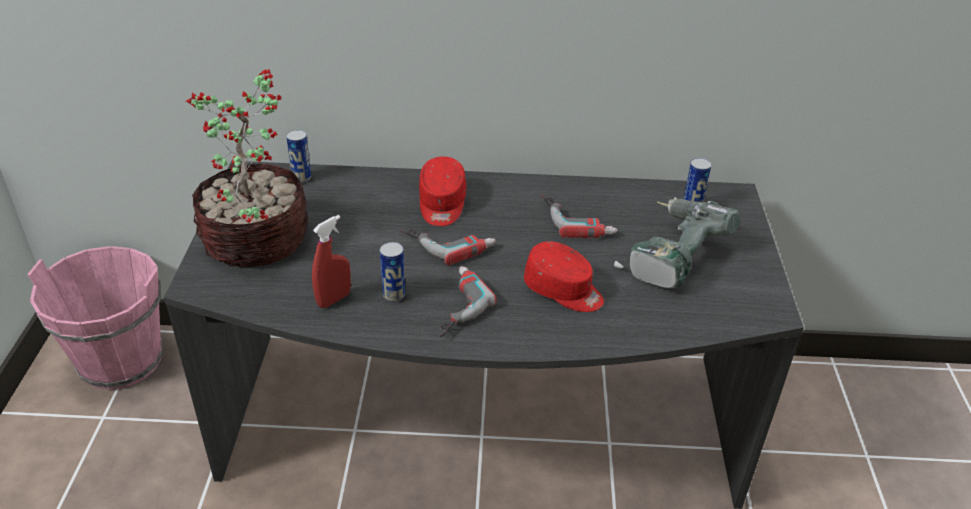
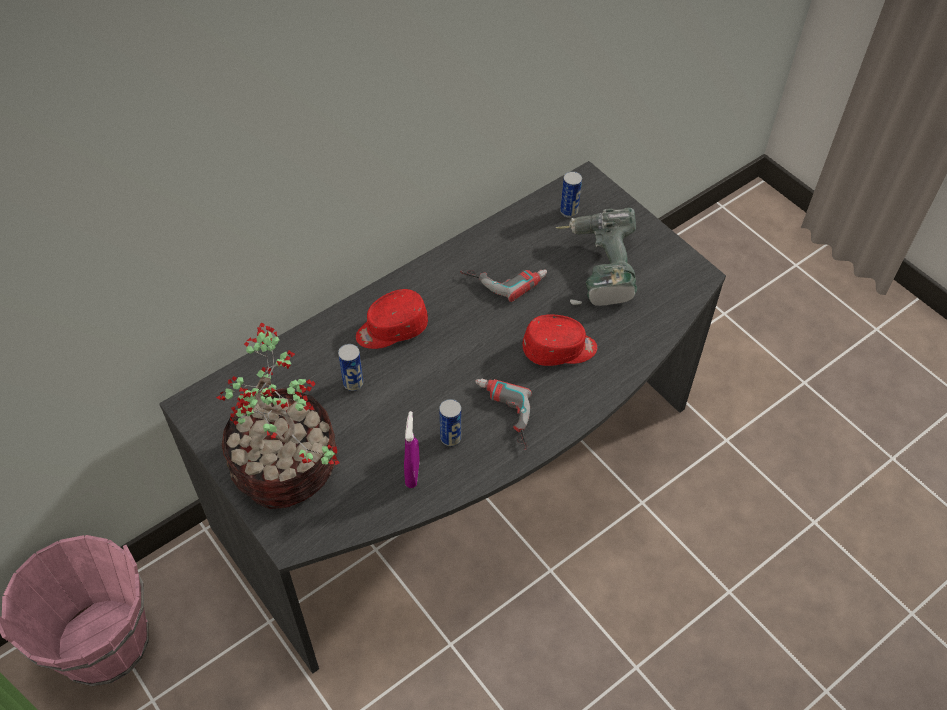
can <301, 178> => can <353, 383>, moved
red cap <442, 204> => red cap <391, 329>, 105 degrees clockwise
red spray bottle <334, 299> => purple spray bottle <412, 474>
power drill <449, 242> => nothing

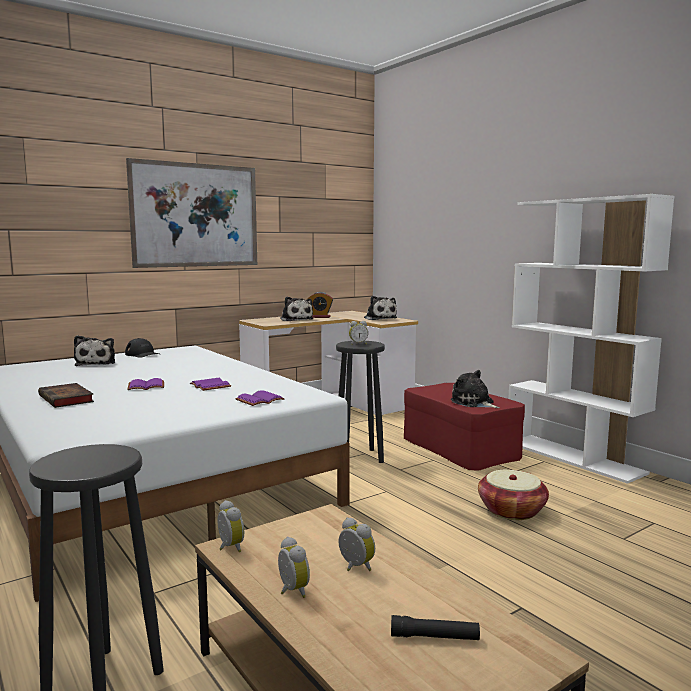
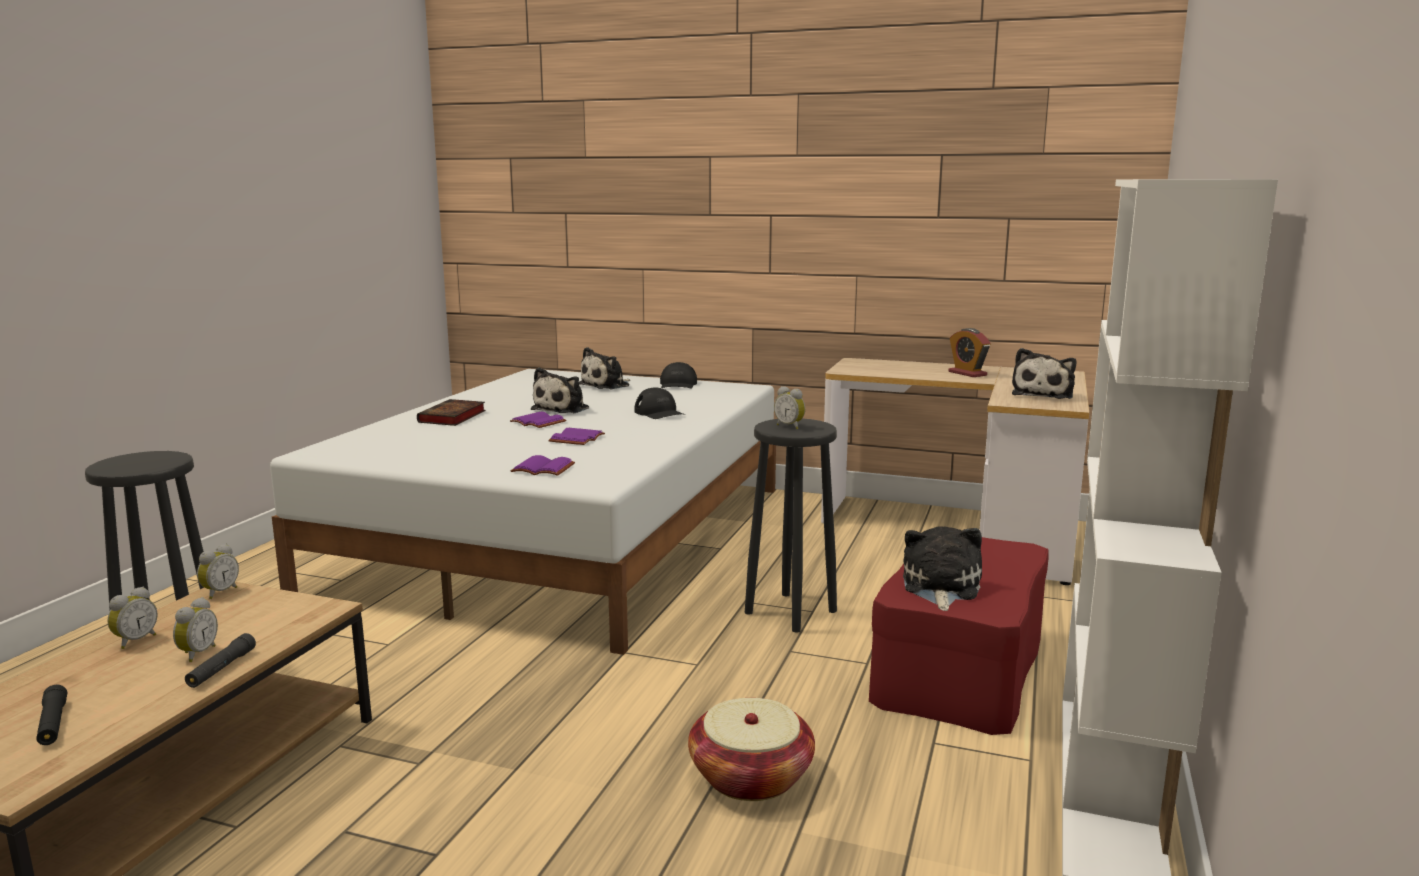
picture <196, 215> => nothing
plush toy <296, 319> => plush toy <563, 409>, moved
nothing => black cap <659, 413>
nothing => black flashlight <221, 669>

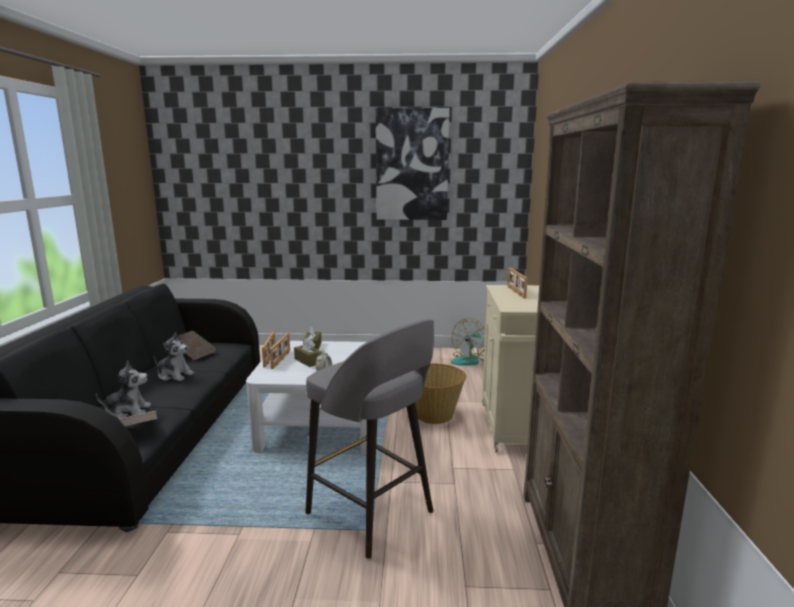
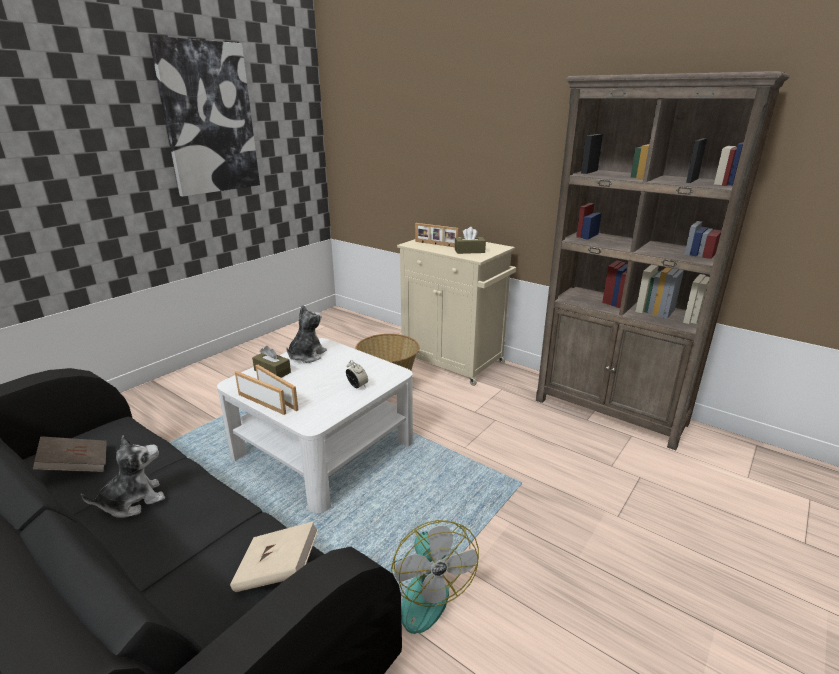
fan <469, 360> => fan <419, 591>, moved
grey stool <372, 514> => nothing
brown tissue box <308, 361> => brown tissue box <469, 251>, moved
plush toy <128, 411> => plush toy <306, 356>, moved

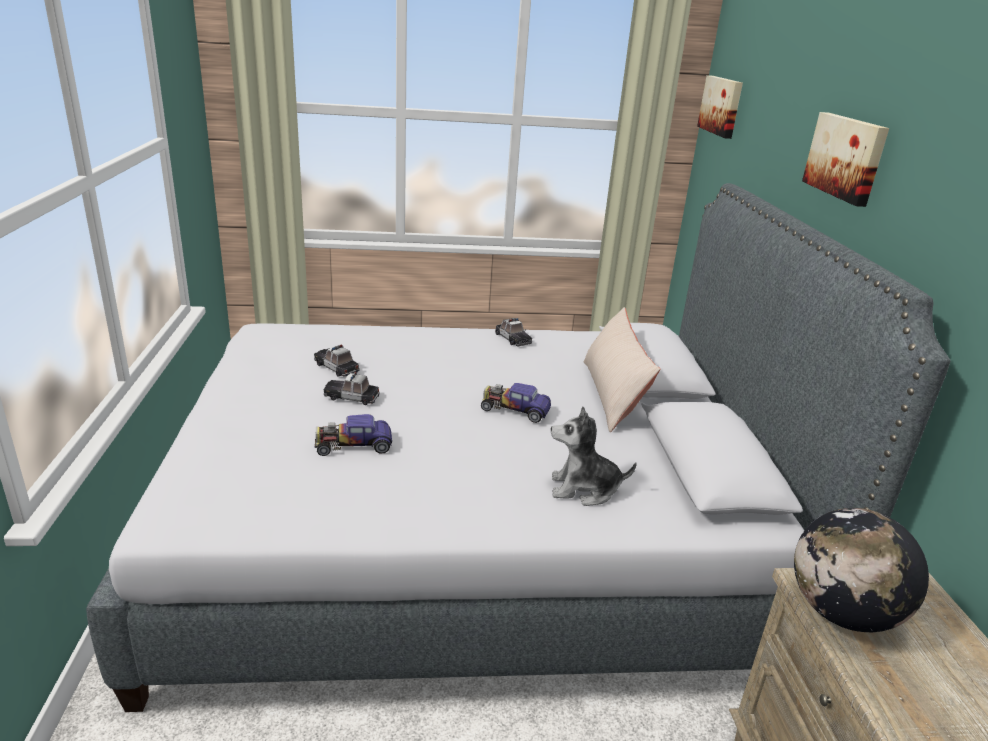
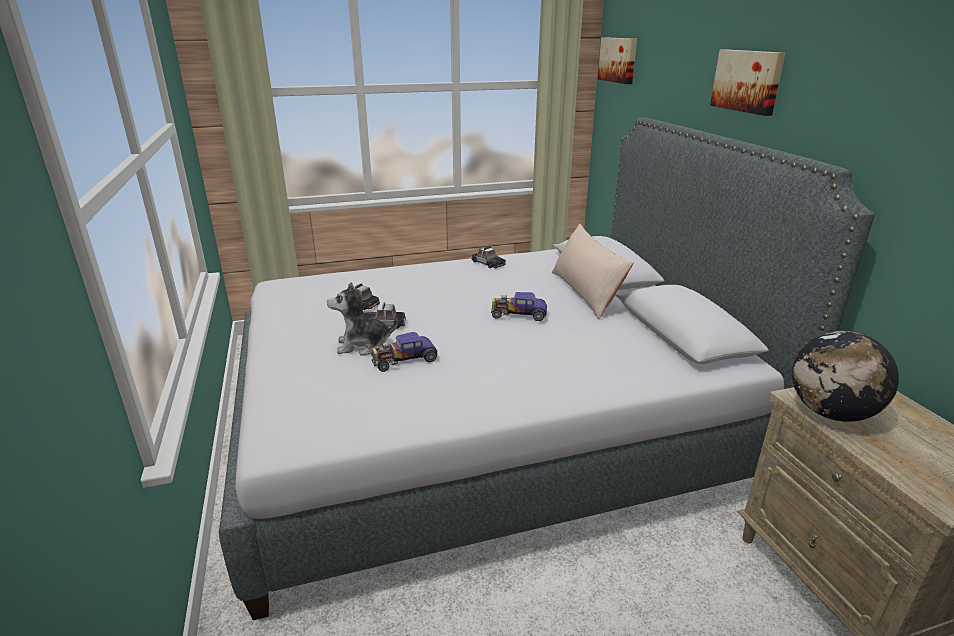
plush toy <584, 489> => plush toy <363, 345>, moved

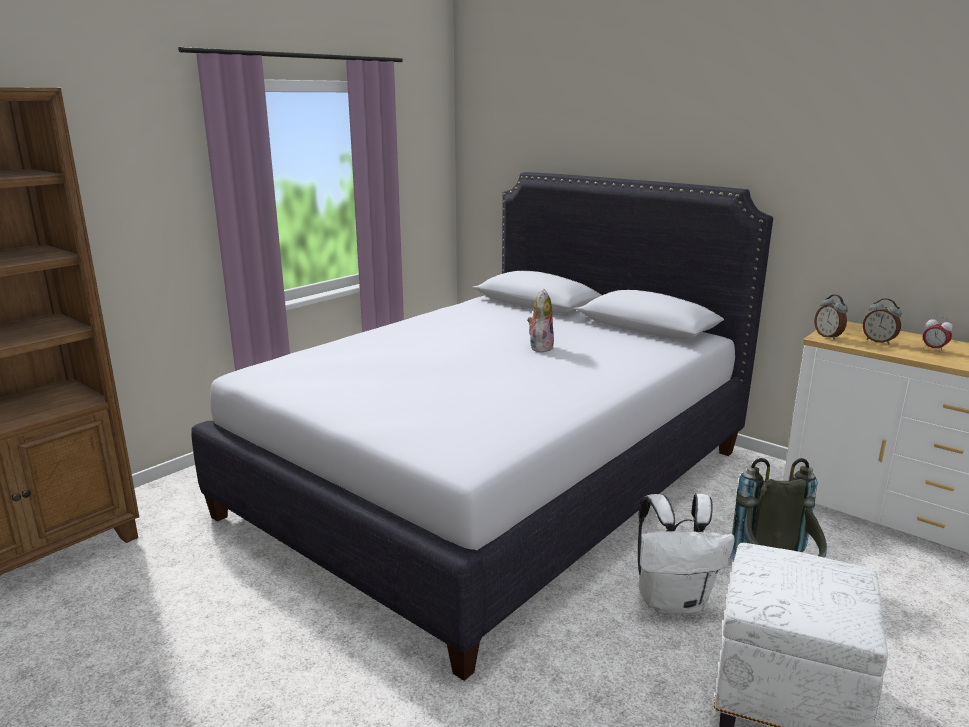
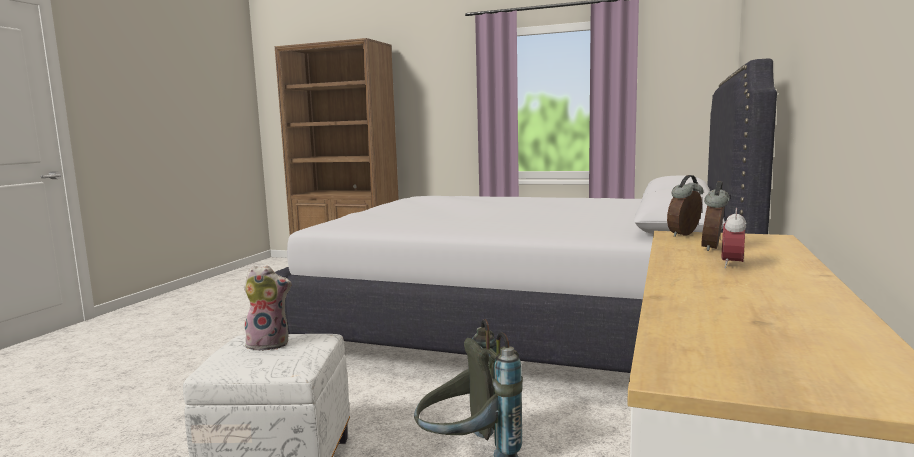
plush toy <540, 347> => plush toy <270, 344>, moved
white backpack <673, 601> => nothing

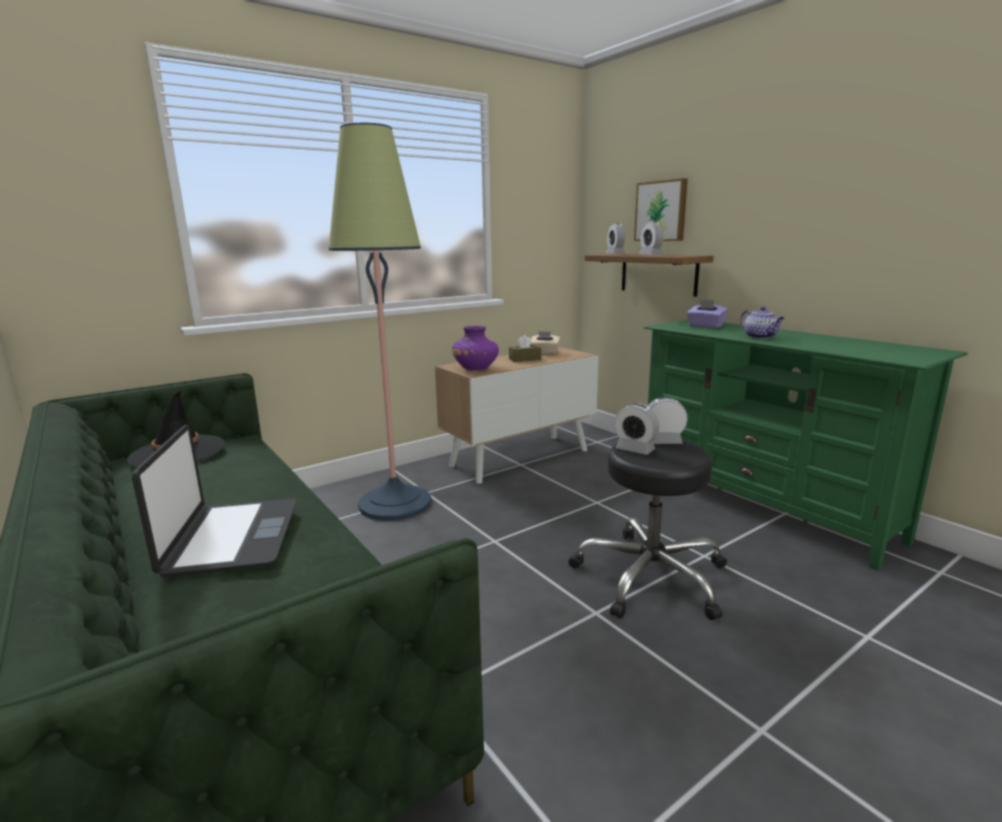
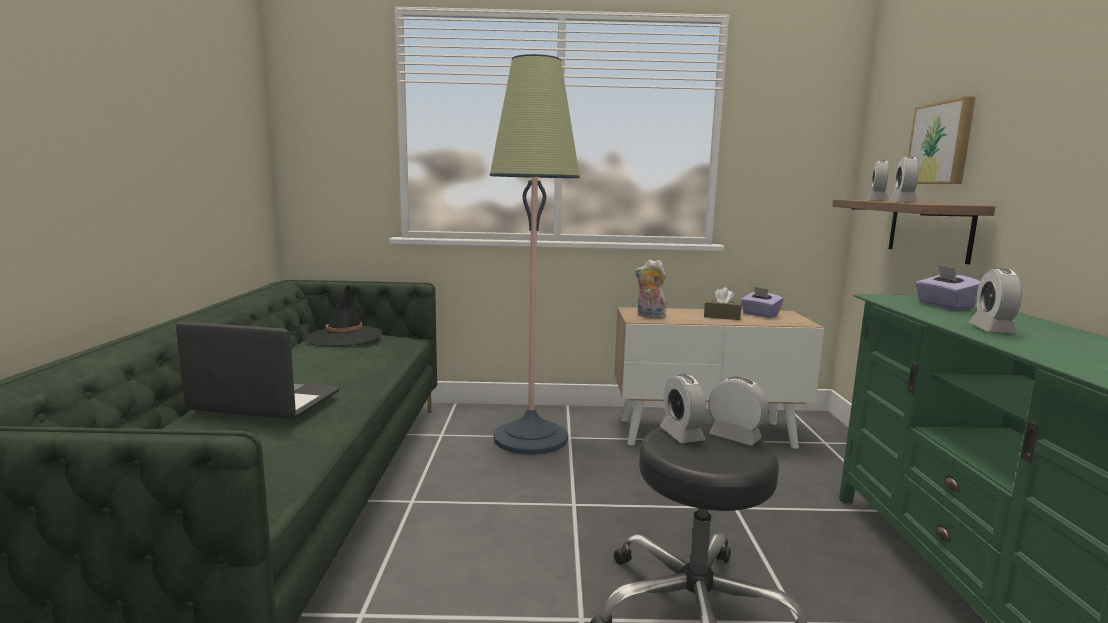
teapot <760, 337> => alarm clock <992, 329>
purple vase <476, 369> => plush toy <649, 316>
beige tissue box <544, 353> => purple tissue box <760, 314>
laptop <231, 538> => laptop <265, 402>, 105 degrees counterclockwise

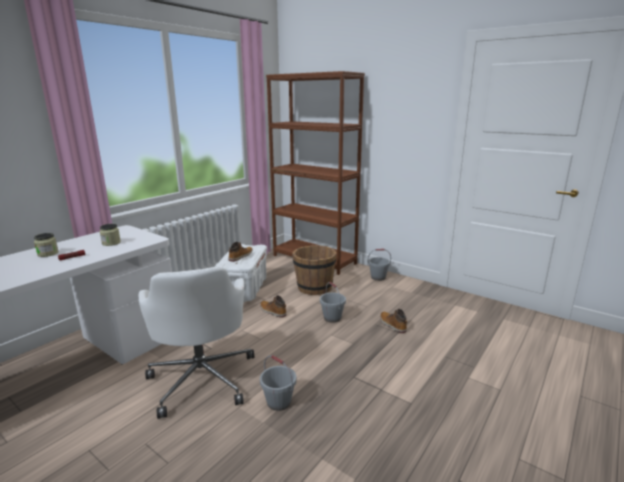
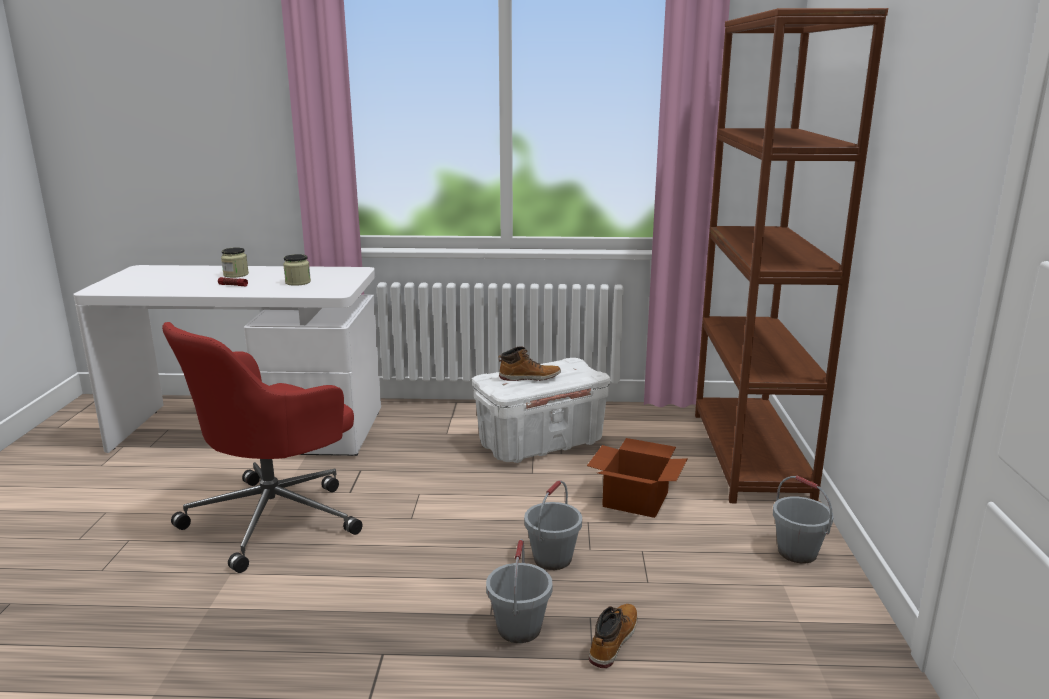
brown bucket <314, 288> => cardboard box <637, 499>
white office chair <202, 378> => red office chair <276, 517>
boot <272, 311> => nothing
grey bucket <279, 402> => grey bucket <519, 629>, moved

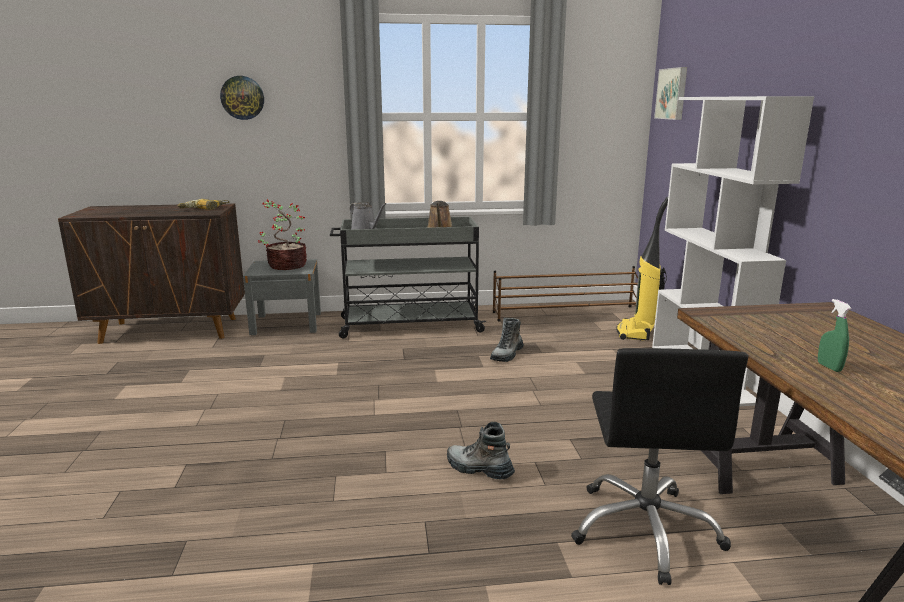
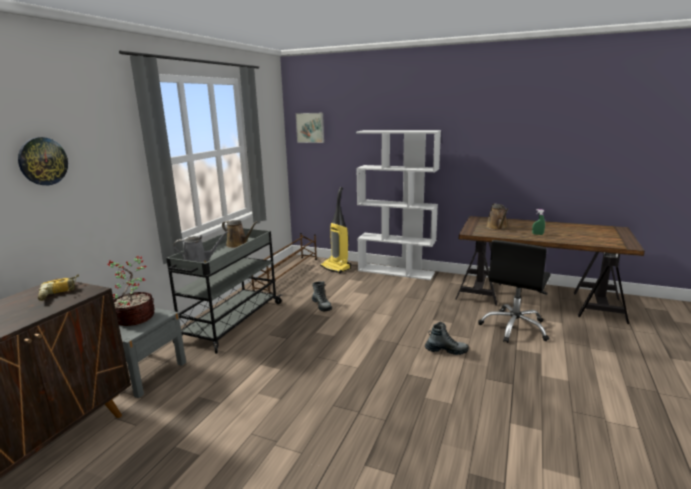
black office chair <645, 529> => black office chair <514, 328>, 90 degrees clockwise
boot <479, 469> => boot <446, 350>, 150 degrees counterclockwise
nothing => brown watering can <497, 228>

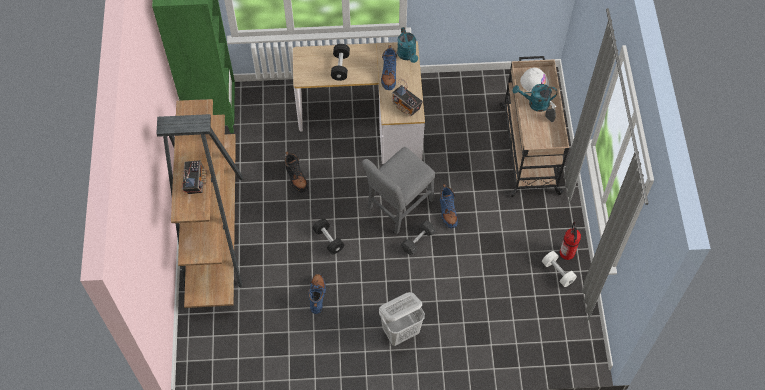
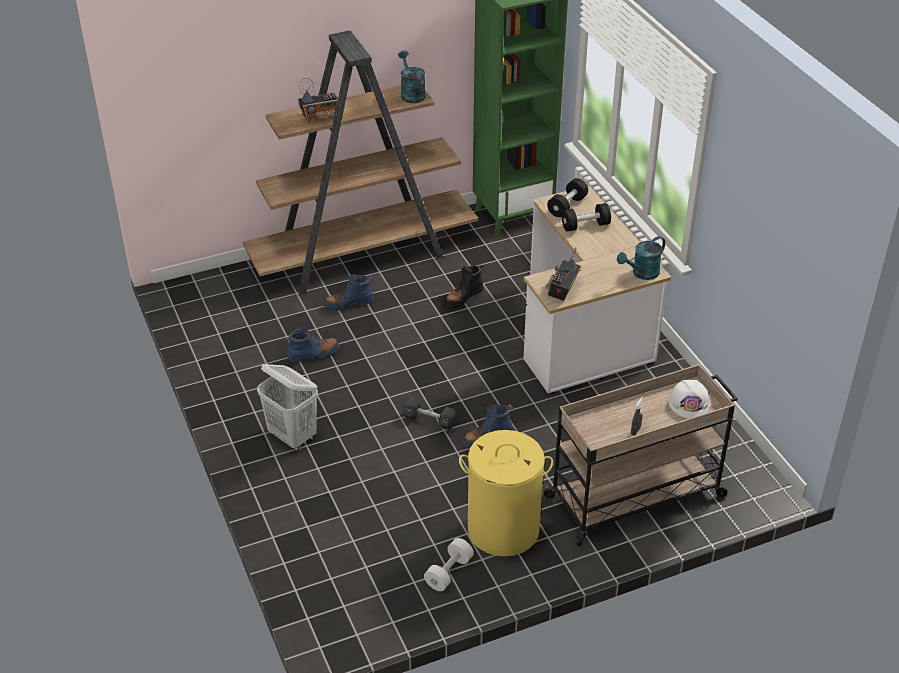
blue boot <389, 75> => blue boot <349, 303>, moved
turquoise watering can <534, 103> => turquoise watering can <411, 93>, moved
grey chair <398, 206> => nothing
black dumbbell <328, 240> => black dumbbell <567, 206>, moved
fire extinguisher <567, 253> => nothing
nothing => yellow laundry basket <503, 530>

